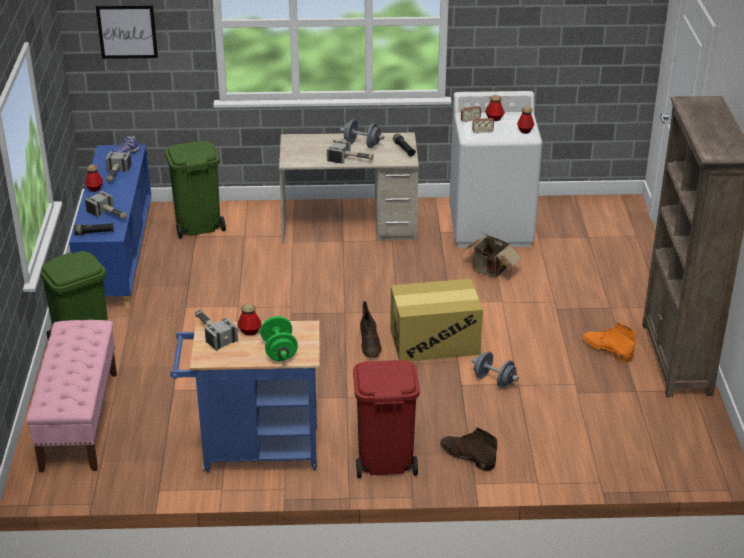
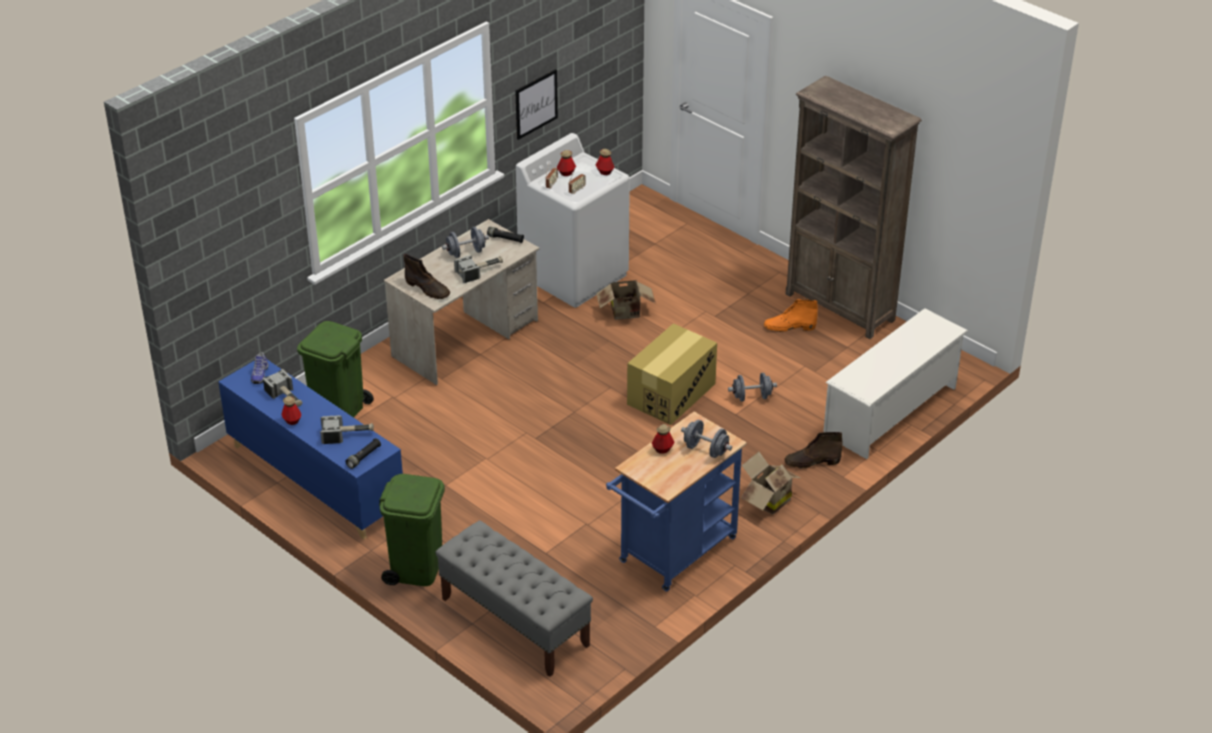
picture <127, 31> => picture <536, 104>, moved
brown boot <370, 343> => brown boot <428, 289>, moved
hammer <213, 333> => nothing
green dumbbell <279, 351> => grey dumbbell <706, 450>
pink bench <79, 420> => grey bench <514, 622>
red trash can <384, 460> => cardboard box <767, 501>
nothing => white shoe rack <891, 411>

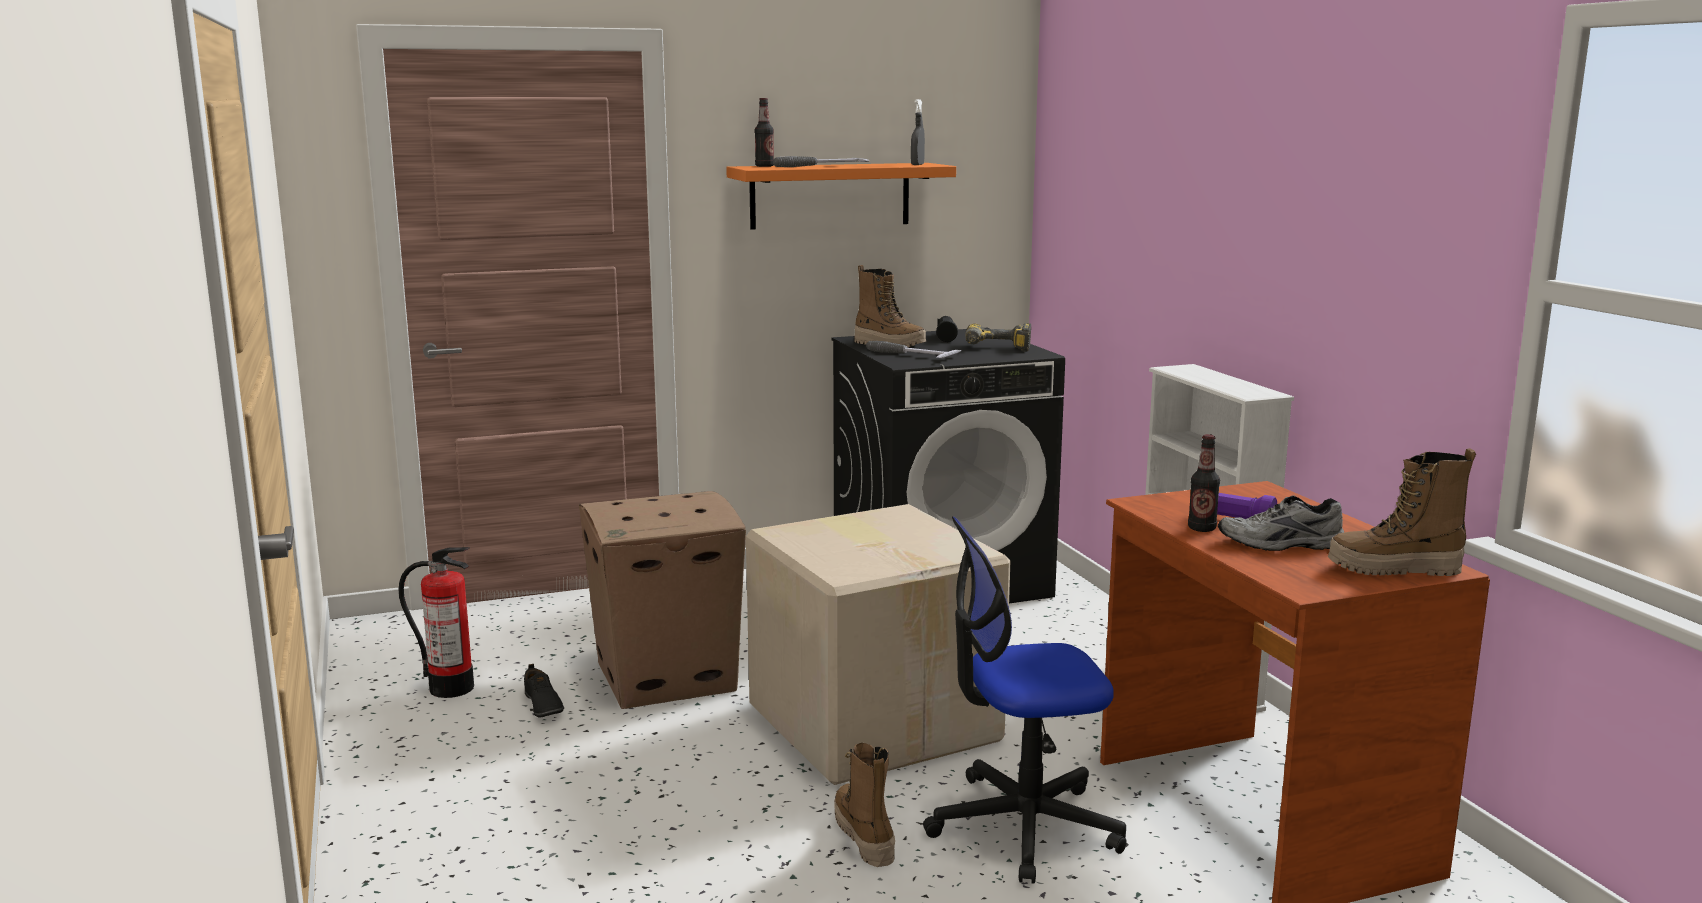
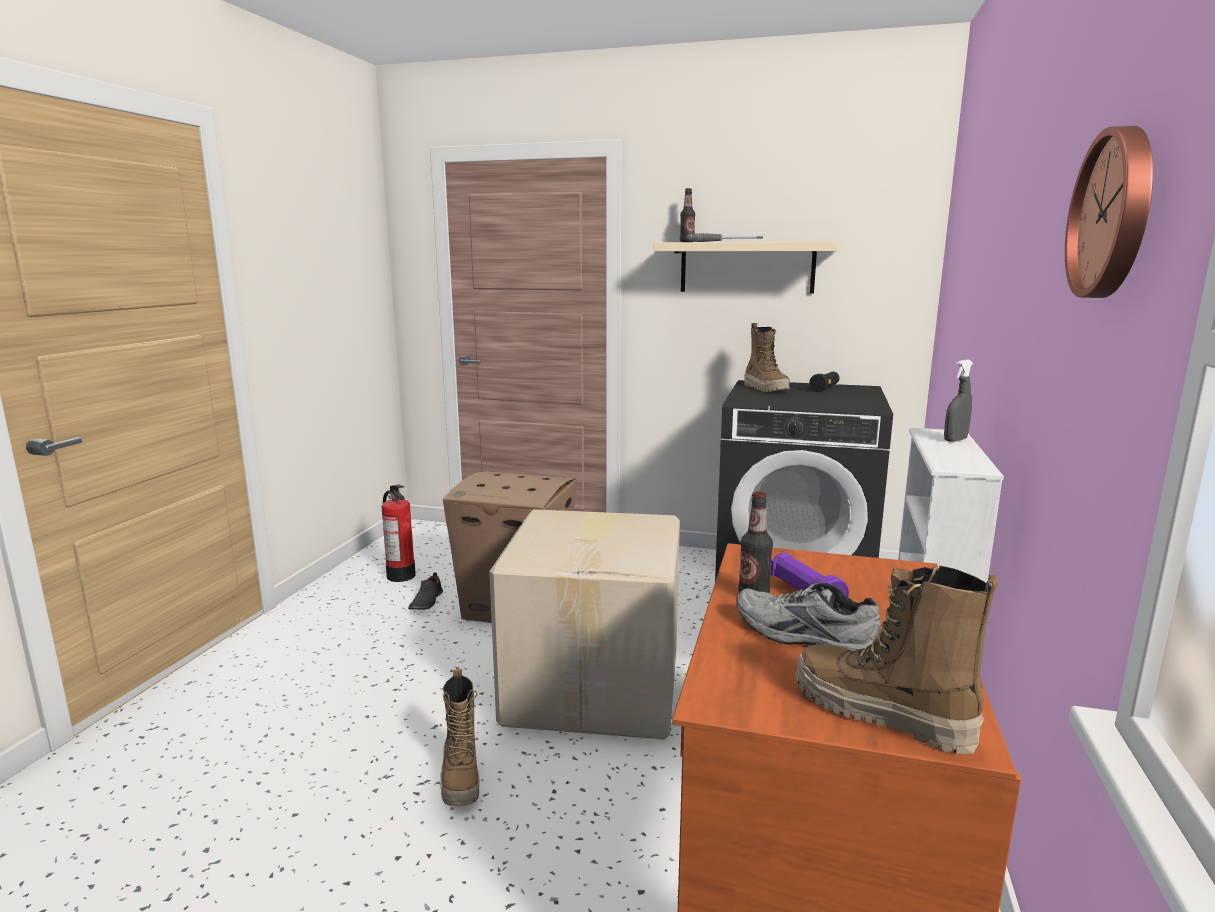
grey spray bottle <917, 165> => grey spray bottle <955, 440>, moved
orange shelf <830, 195> => beige shelf <747, 267>
power drill <996, 349> => nothing
hammer <908, 354> => nothing
office chair <1023, 826> => nothing
boot <863, 836> => boot <461, 779>, 150 degrees clockwise
nothing => wall clock <1116, 214>

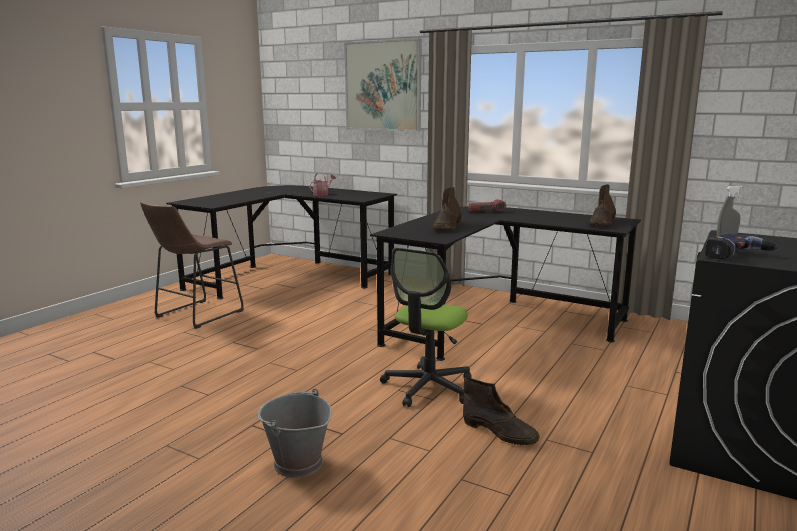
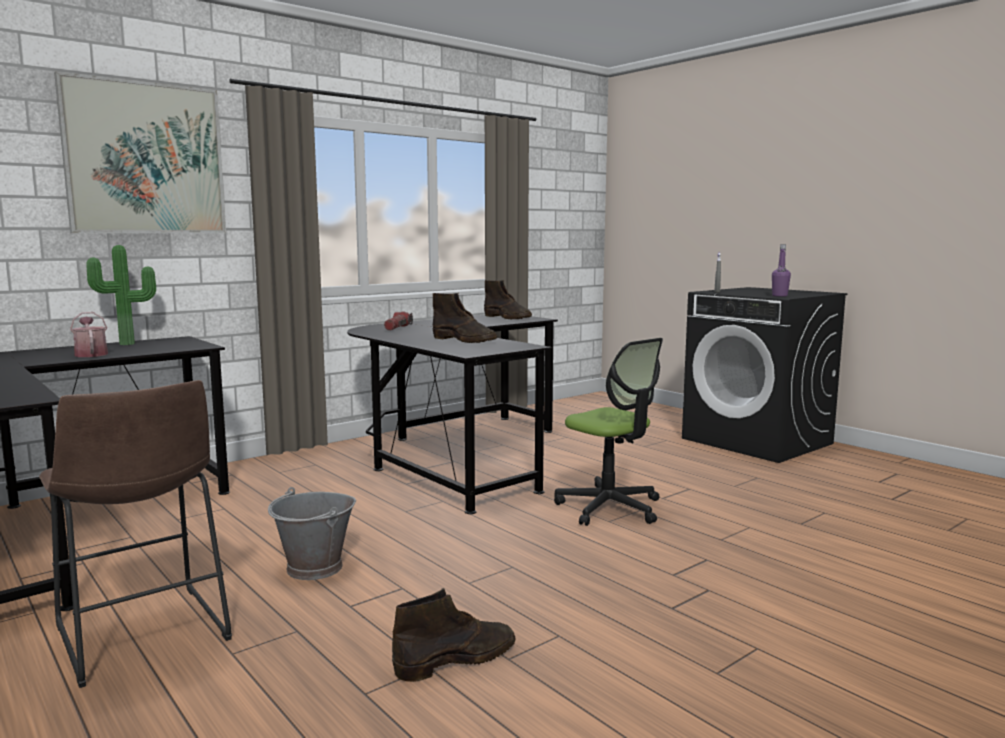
power drill <737, 256> => purple bottle <779, 296>
brown boot <500, 432> => brown boot <457, 659>, moved
grey bucket <297, 463> => grey bucket <314, 568>, moved
nothing => potted plant <128, 344>

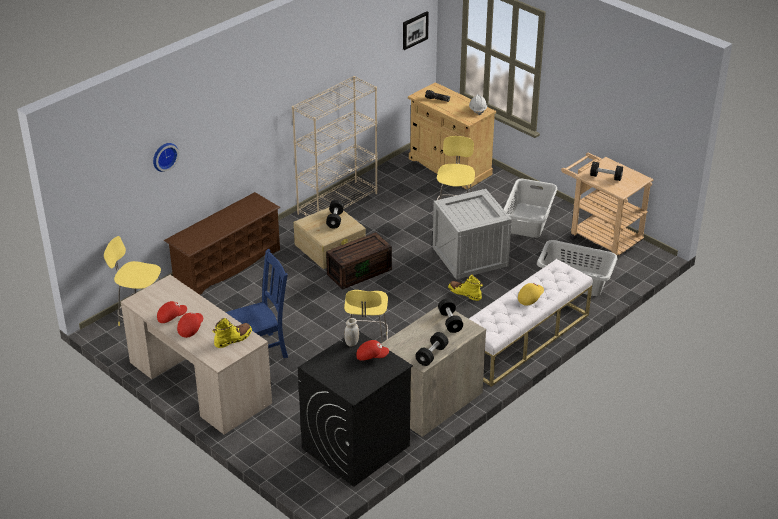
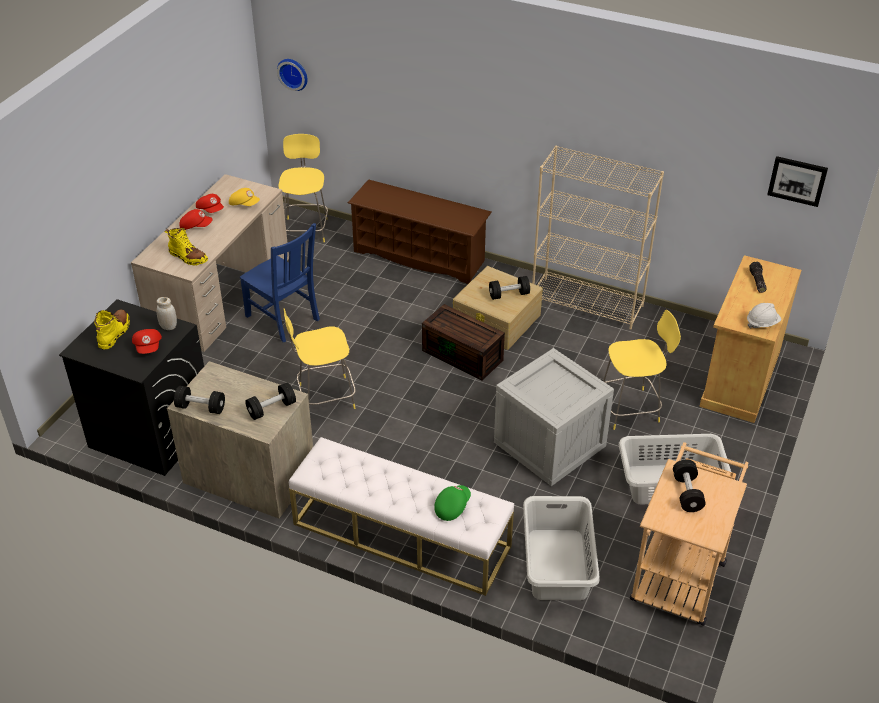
wall clock <164, 156> => wall clock <293, 73>, moved
yellow boot <465, 293> => yellow boot <114, 333>, moved
yellow cap <530, 298> => yellow cap <244, 204>, moved
nothing => green cap <452, 506>

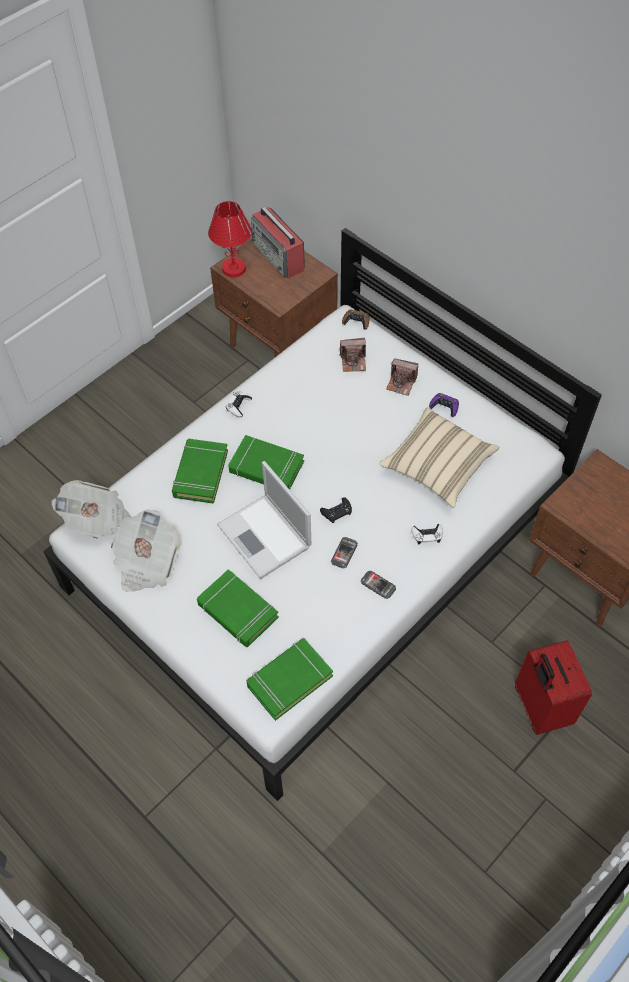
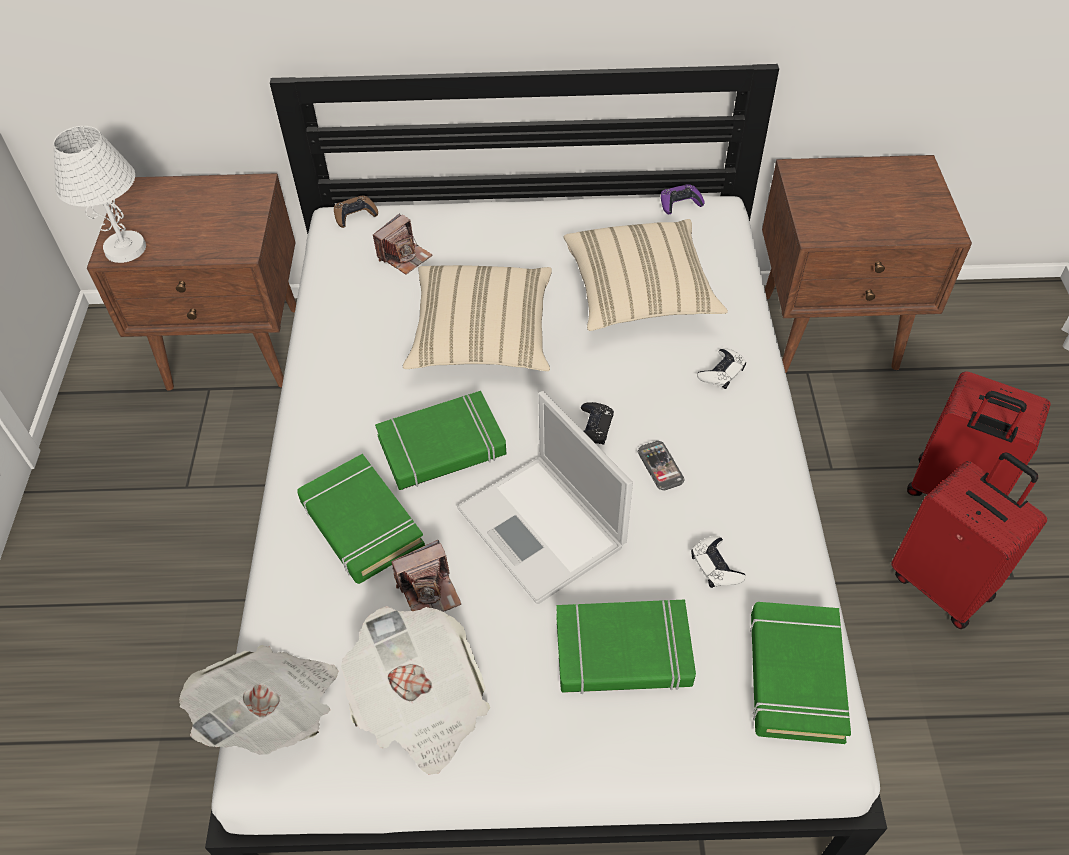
red table lamp <233, 268> => white table lamp <124, 248>
radio <279, 257> => nothing
photo camera <401, 383> => photo camera <429, 591>, moved
white game controller <238, 406> => white game controller <716, 566>, moved
purple game controller <444, 407> => purple game controller <680, 203>, moved
laptop <265, 537> => laptop <543, 529>, 45 degrees clockwise
phone <378, 585> => nothing
nothing => beige pillow <482, 337>
nothing => red suitcase <942, 584>

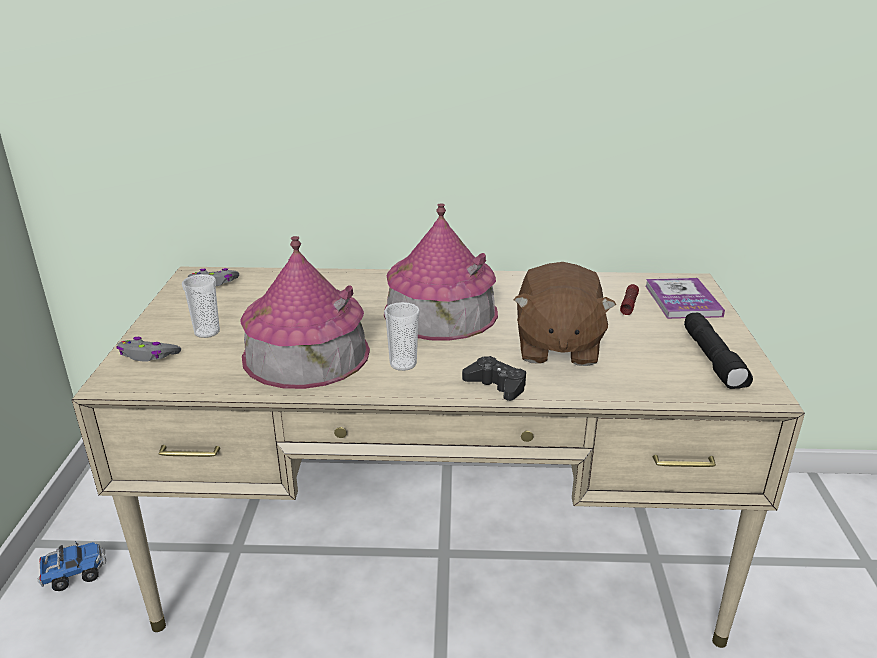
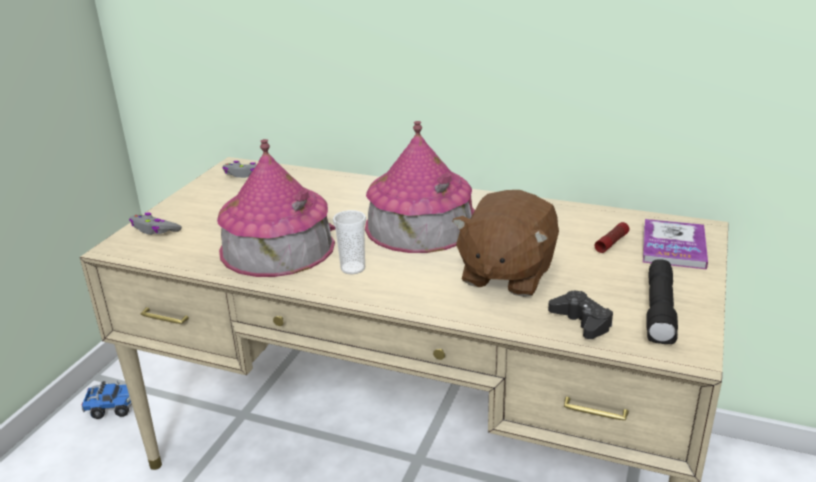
cup <207, 332> => nothing
black game controller <496, 385> => black game controller <581, 321>, moved

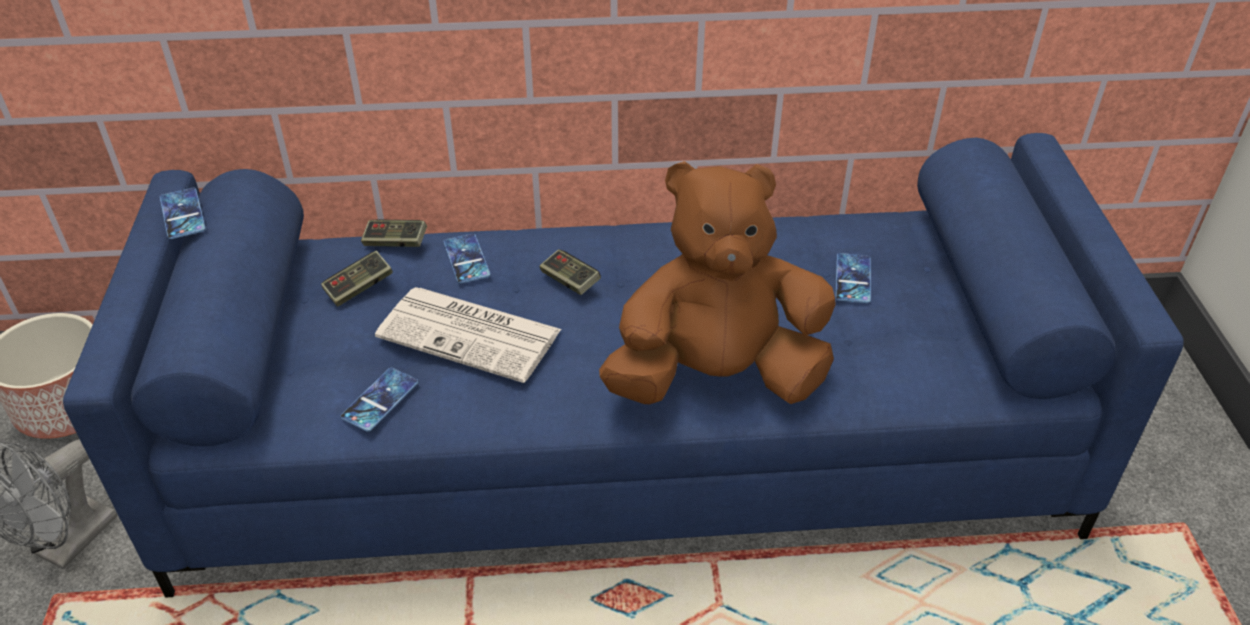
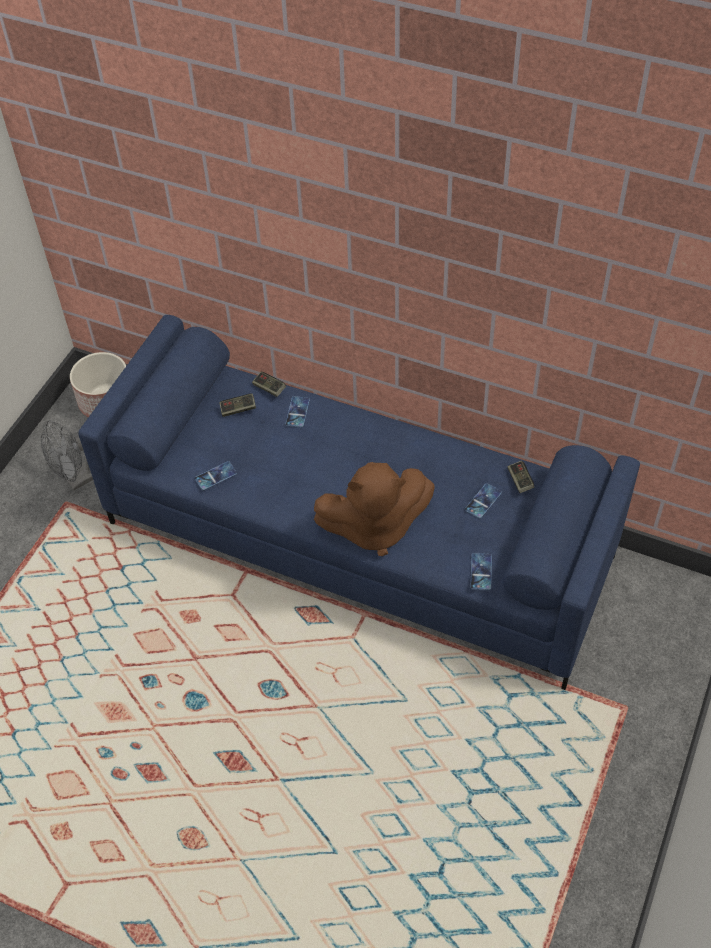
brown plush toy <716, 377> => brown plush toy <374, 527>, 150 degrees clockwise
phone <182, 214> => phone <481, 571>, moved
game controller <570, 281> => game controller <520, 481>, moved
newspaper <472, 334> => nothing

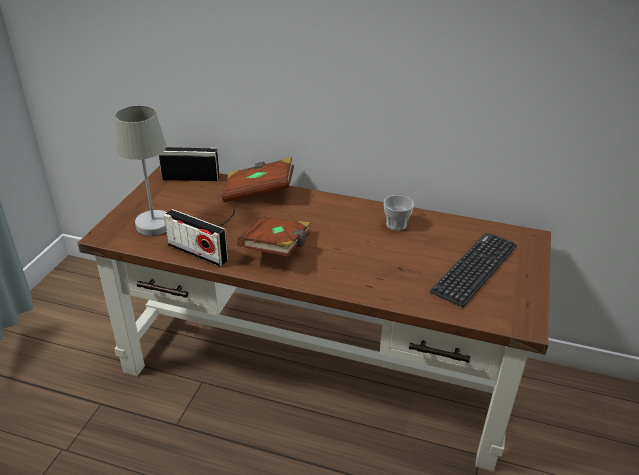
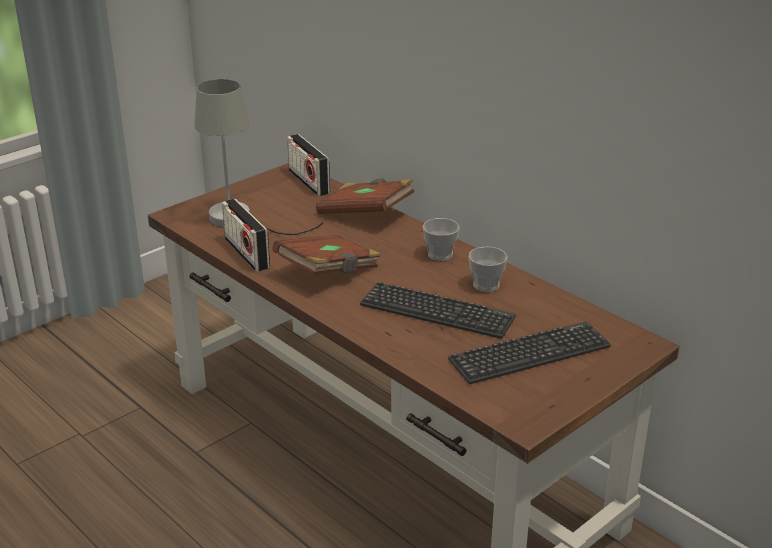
radio <191, 178> => radio <309, 182>, 150 degrees counterclockwise
nothing => cup <440, 255>
nothing => keyboard <437, 311>

